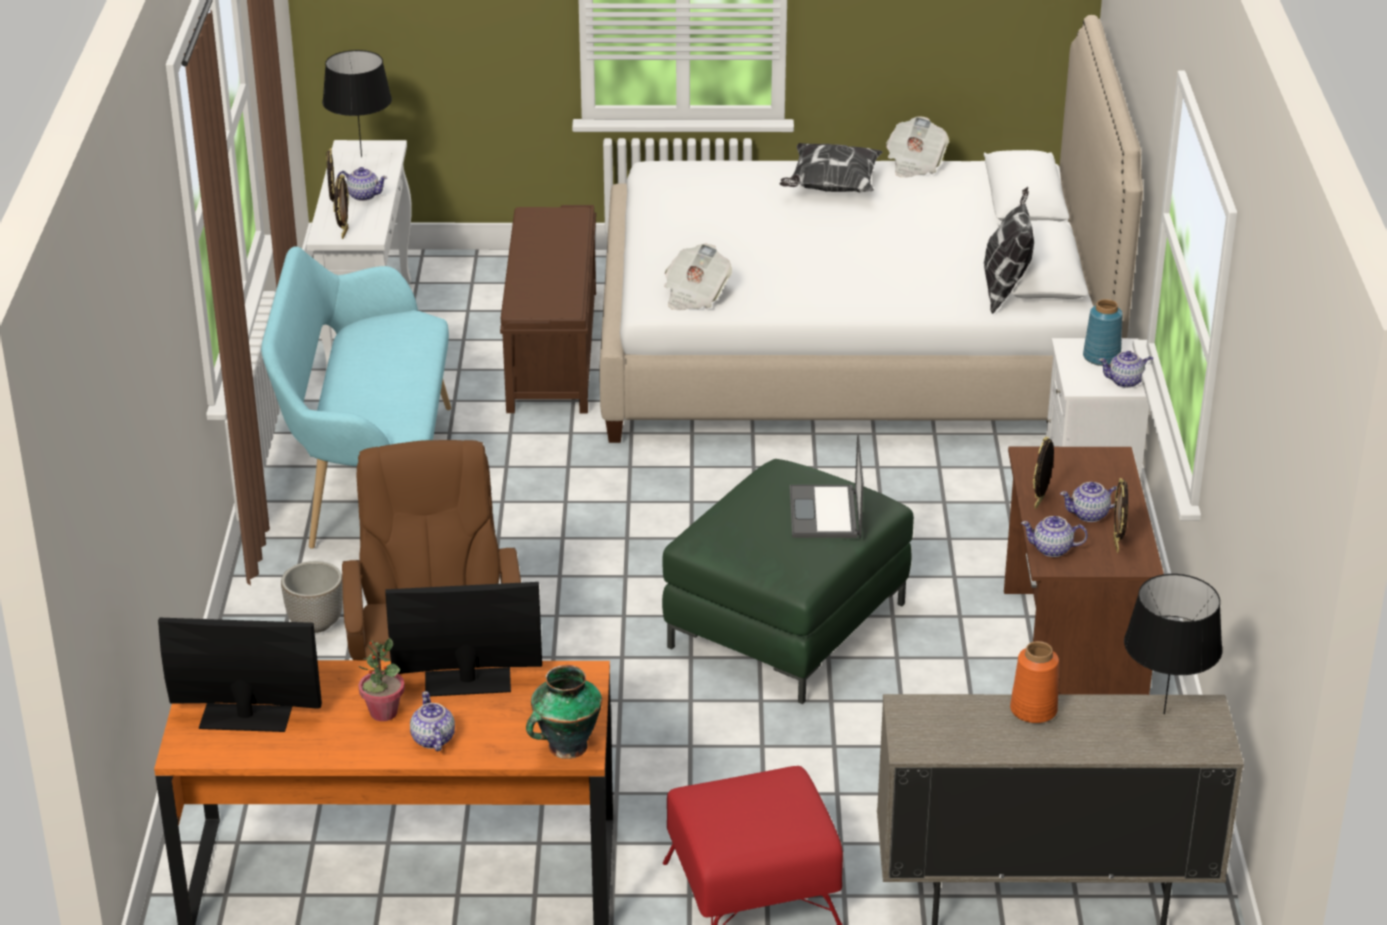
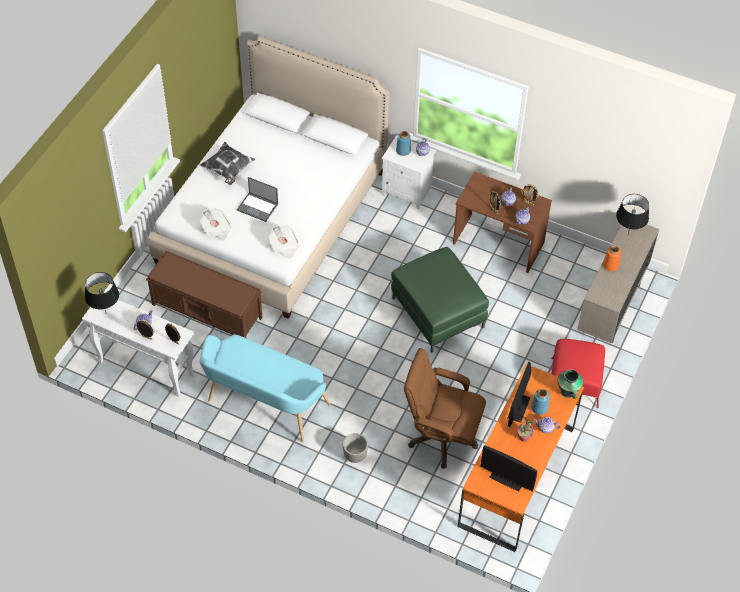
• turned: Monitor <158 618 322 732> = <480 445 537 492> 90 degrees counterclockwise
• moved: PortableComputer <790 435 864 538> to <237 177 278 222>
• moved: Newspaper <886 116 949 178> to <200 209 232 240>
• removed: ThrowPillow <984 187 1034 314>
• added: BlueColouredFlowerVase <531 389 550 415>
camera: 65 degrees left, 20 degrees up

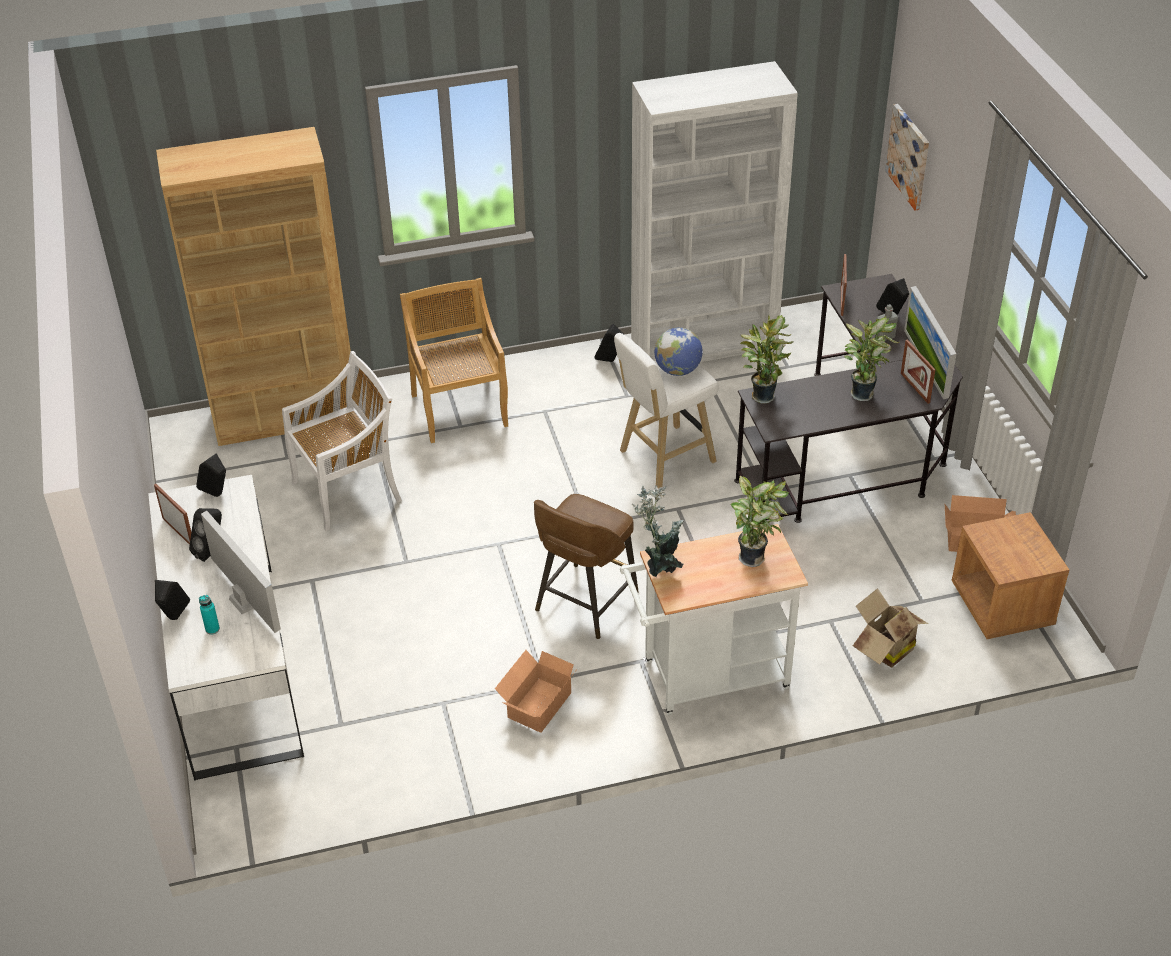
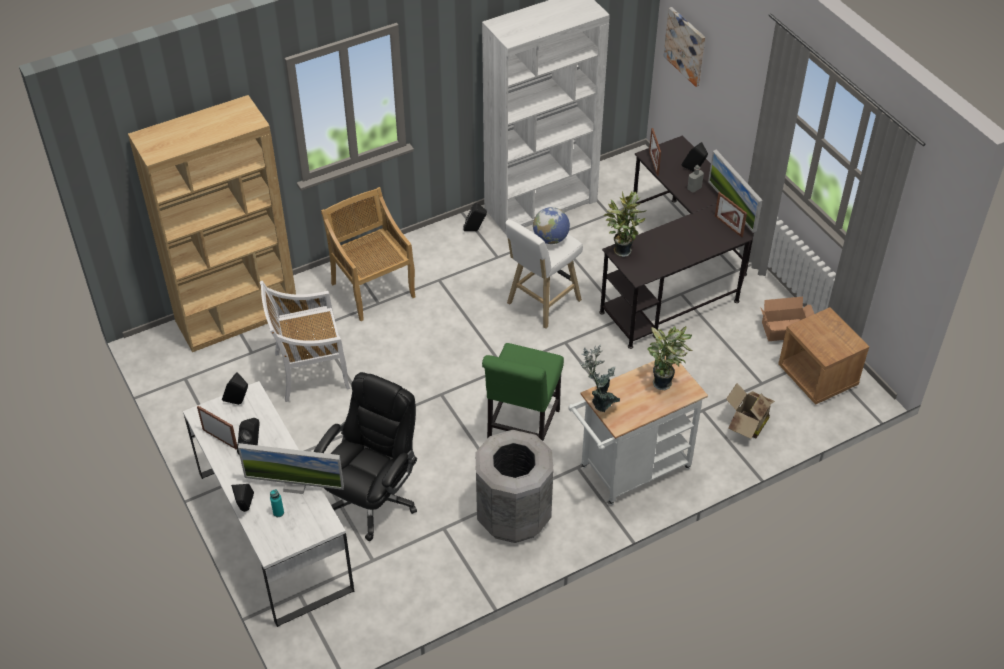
• turned: Monitor <201 511 281 633> = <238 443 344 494> 150 degrees clockwise
• turned: WhiteColouredChair <282 351 402 531> = <260 281 350 402> 150 degrees counterclockwise
• replaced: PackingBox <495 650 575 733> to GreyWasteBin <475 430 553 543>
• replaced: BrownSittingStool <534 494 639 639> to GreenChair <482 343 564 441>
• removed: Houseplant <844 316 899 401>
• added: BlackColouredComputerChair <314 372 417 541>
camera: 15 degrees left, 5 degrees up

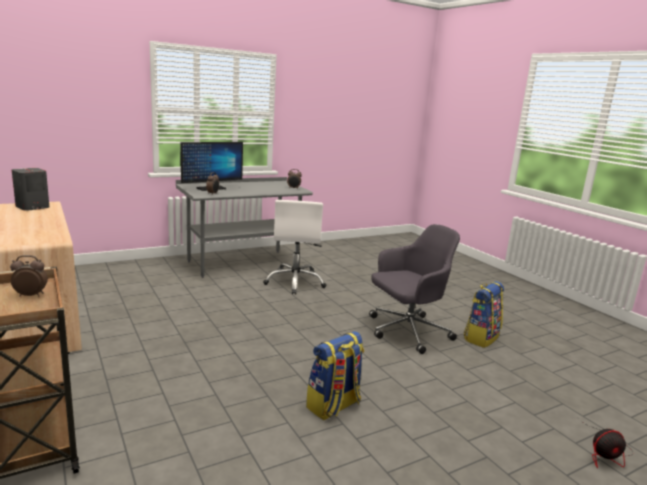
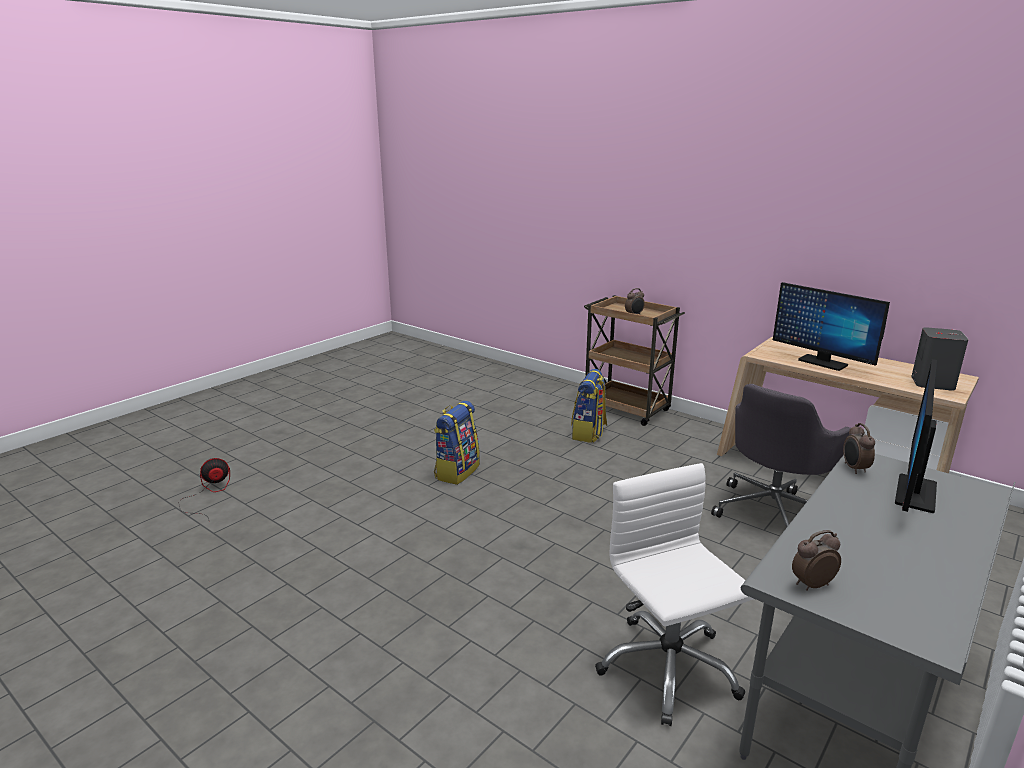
• moved: GreyComputerChair <369 224 460 354> to <711 384 851 528>
• moved: Backpack <464 281 504 348> to <571 369 607 443>
• added: Monitor <773 282 890 371>
camera: 160 degrees right, 5 degrees up

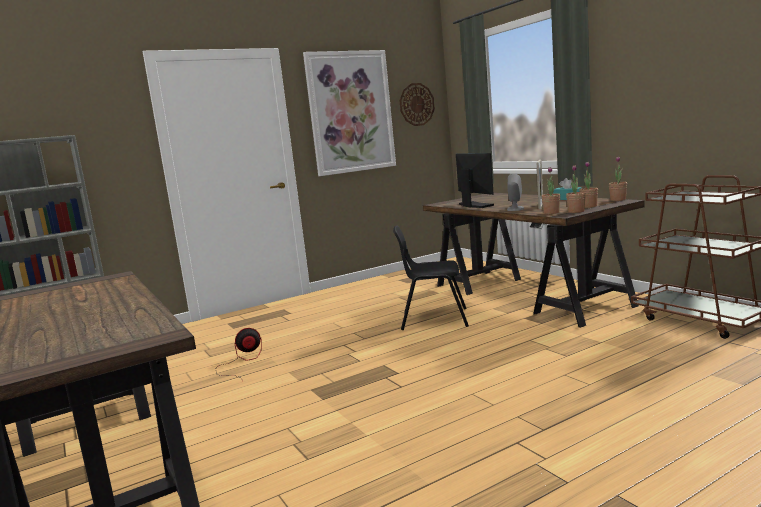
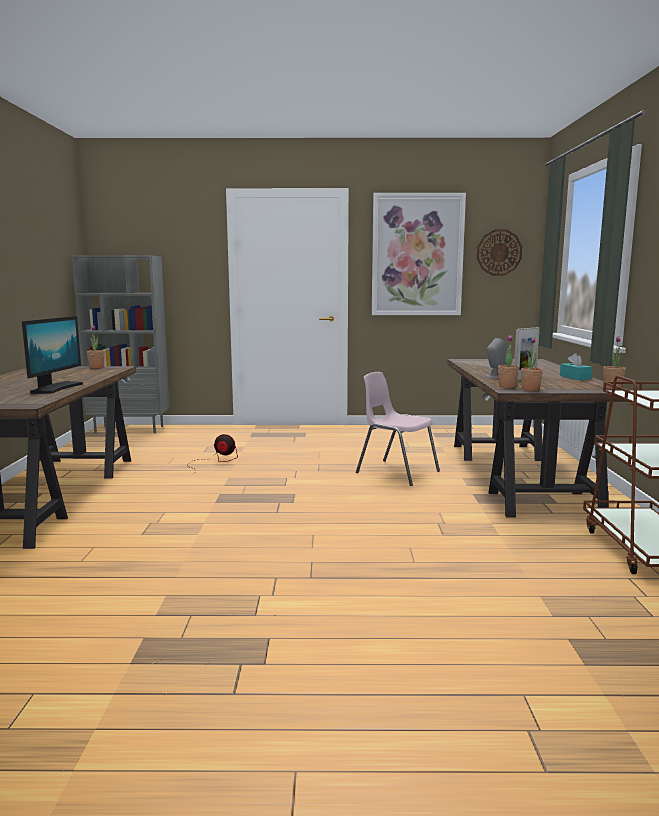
• recoloured: BlackColouredChair <393 226 469 330> to PinkColouredChair <356 372 440 486>
• moved: Monitor <456 153 494 208> to <22 316 83 394>
• moved: Houseplant <579 162 598 208> to <87 326 105 369>
camera: 30 degrees right, 0 degrees up

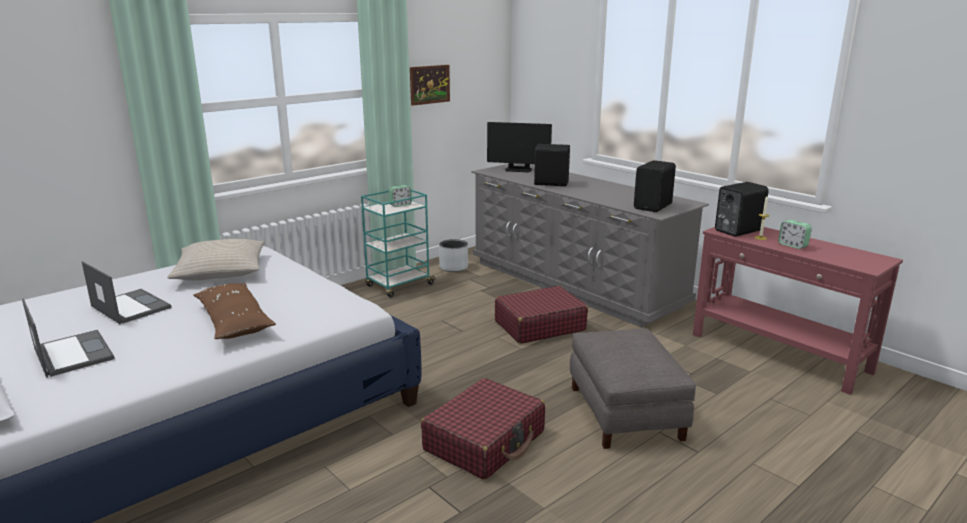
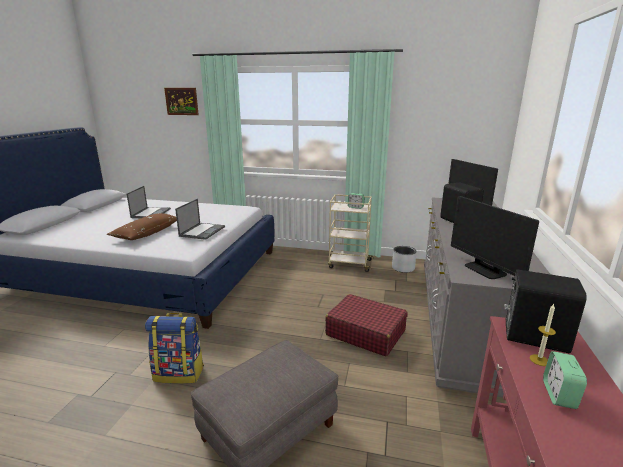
• moved: PortableComputer <22 298 115 378> to <175 199 225 240>
• removed: SandColouredThrowPillow <167 239 265 281>
• recoloured: TurquoiseTrolley <361 190 436 298> to SandColouredTrolley <328 194 374 272>
• moved: Picture <410 65 450 106> to <164 88 199 115>
• replaced: ReddishPieceOfLuggage <421 378 545 480> to Backpack <145 313 204 384>
• replaced: BlackColouredLoudspeaker <634 160 676 212> to Monitor <451 196 539 279>
camera: 55 degrees right, 0 degrees up

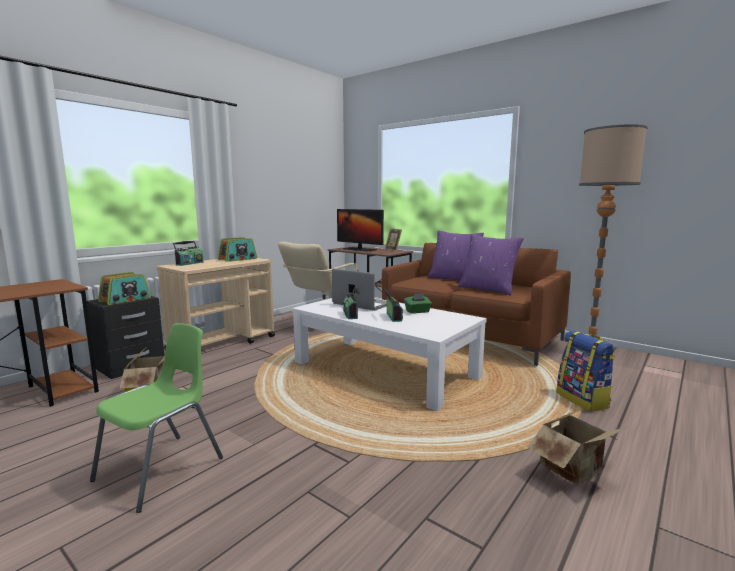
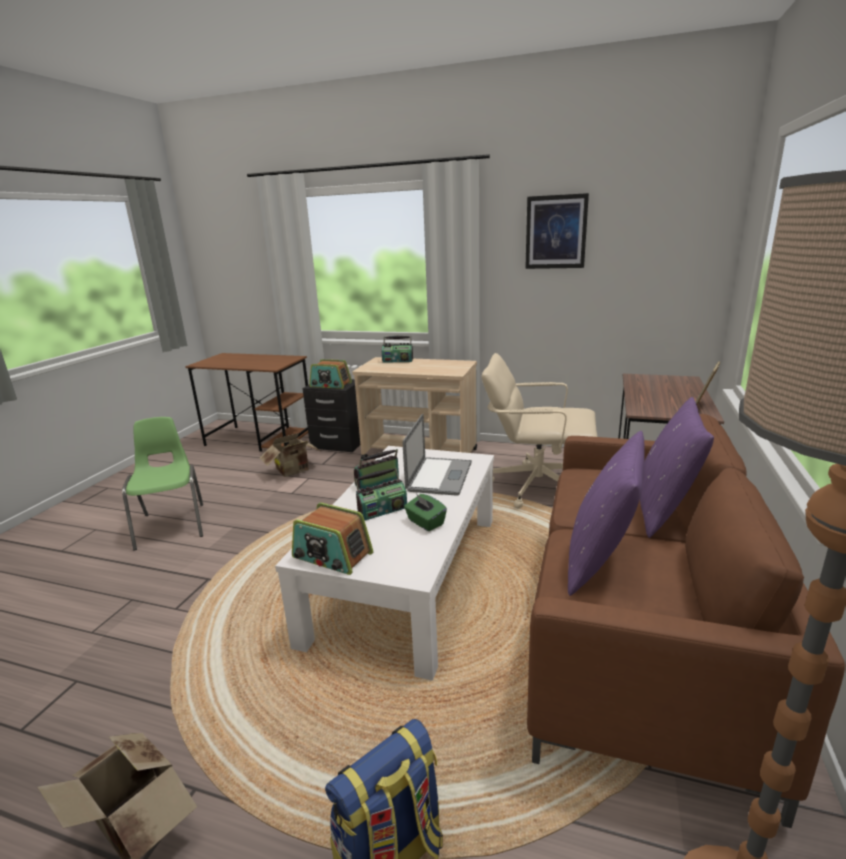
• turned: GreenChair <90 323 223 513> = <122 417 203 551> 120 degrees counterclockwise
• moved: RadioReceiver <218 237 257 262> to <292 503 373 575>
• removed: Monitor <337 209 384 252>
• added: Picture <525 193 589 269>
camera: 70 degrees right, 10 degrees up

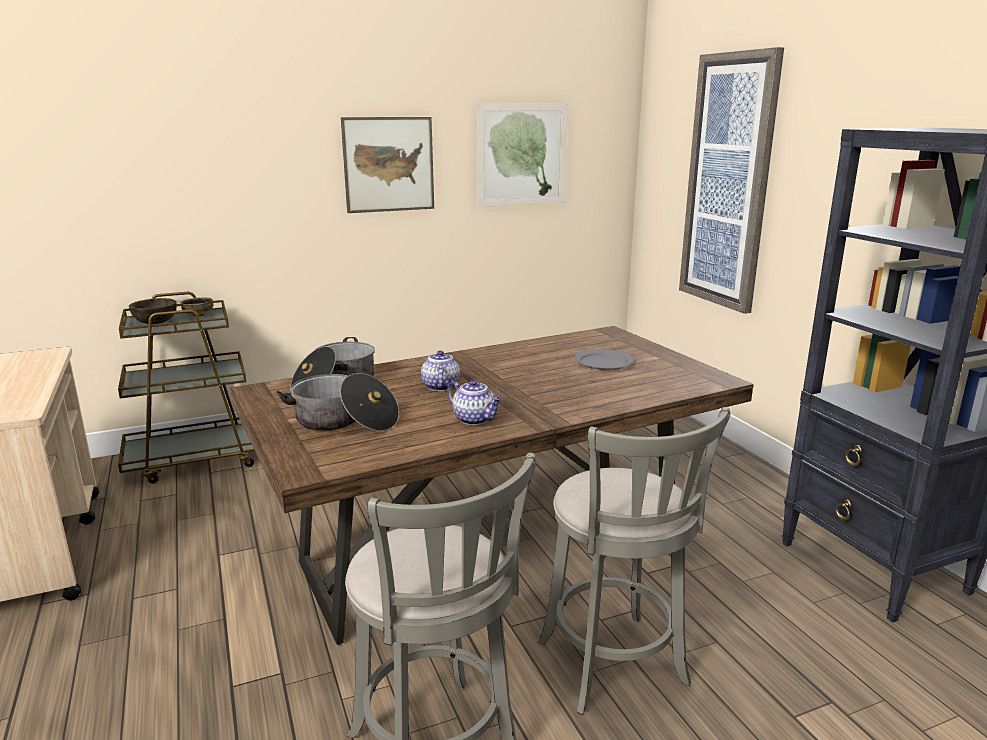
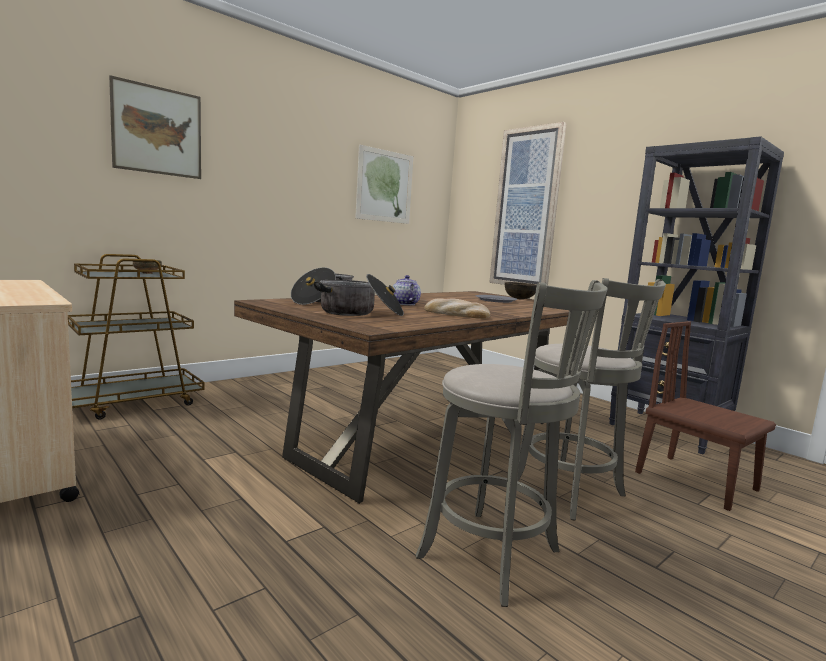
• moved: BrownDeepDish <129 298 176 324> to <505 282 537 299>
• moved: Picture <341 117 434 213> to <109 75 201 179>
• replaced: TeaPot <447 380 502 425> to BakedBread <424 298 490 319>
• added: BrownChair <635 321 776 511>
camera: 20 degrees left, 10 degrees down

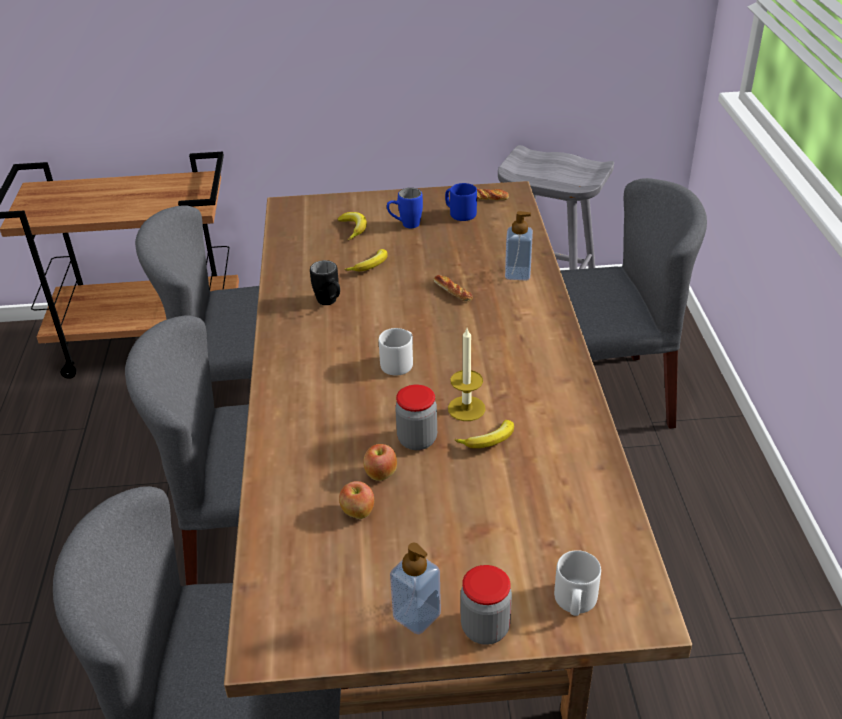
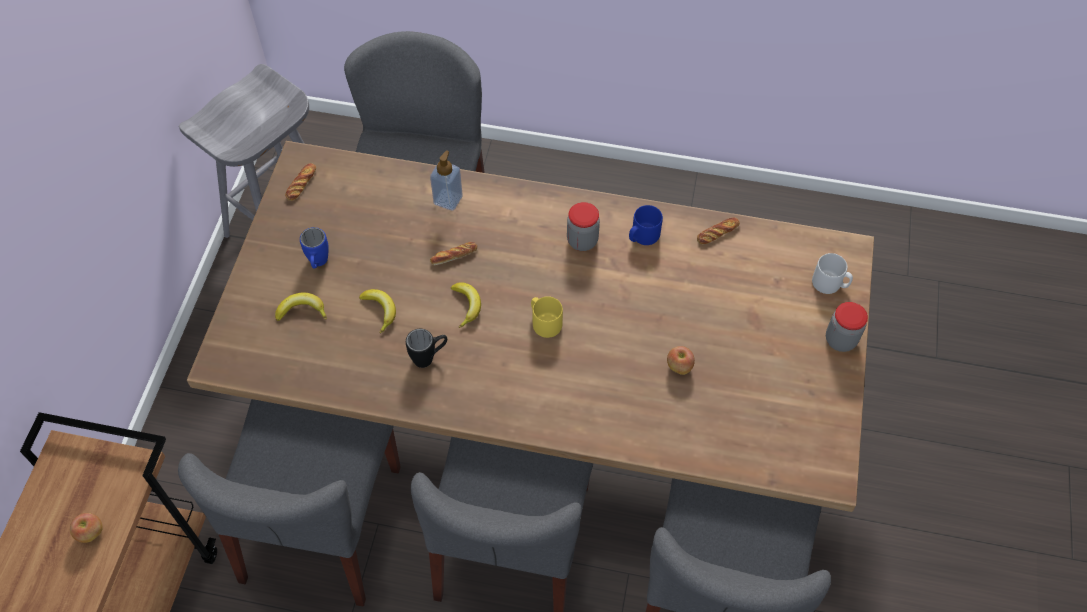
• moved: Apple <339 481 374 519> to <70 513 103 543>
• recoloured: GreyMug <379 328 413 376> to YellowColouredMug <531 296 563 338>
• removed: SoapDispenser <390 543 441 635>
• moved: StorageJar <395 385 437 450> to <567 202 600 251>
• moved: BlueColouredMug <445 183 477 221> to <629 205 663 245>
• removed: Candle <448 328 485 421>
• moved: BananaFruit <455 420 514 448> to <451 282 481 328>
• added: BakedBread <697 217 740 245>
camera: 75 degrees left, 20 degrees up

